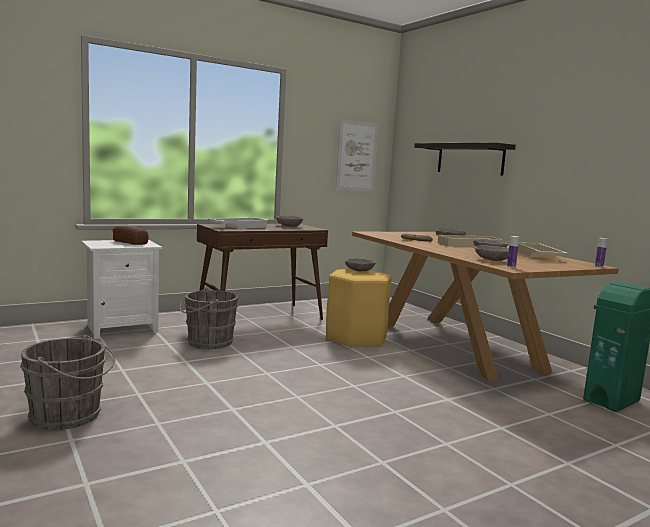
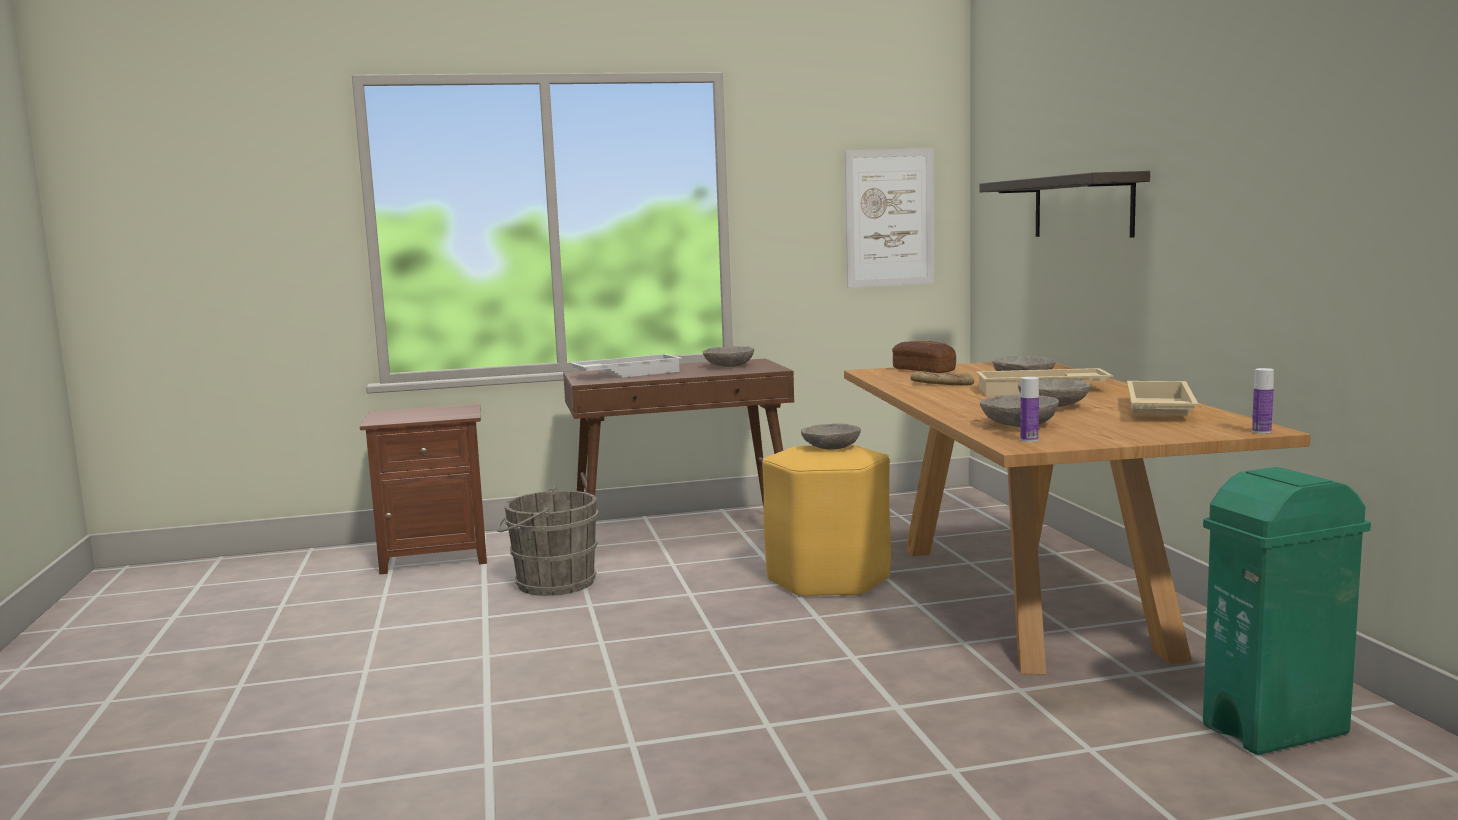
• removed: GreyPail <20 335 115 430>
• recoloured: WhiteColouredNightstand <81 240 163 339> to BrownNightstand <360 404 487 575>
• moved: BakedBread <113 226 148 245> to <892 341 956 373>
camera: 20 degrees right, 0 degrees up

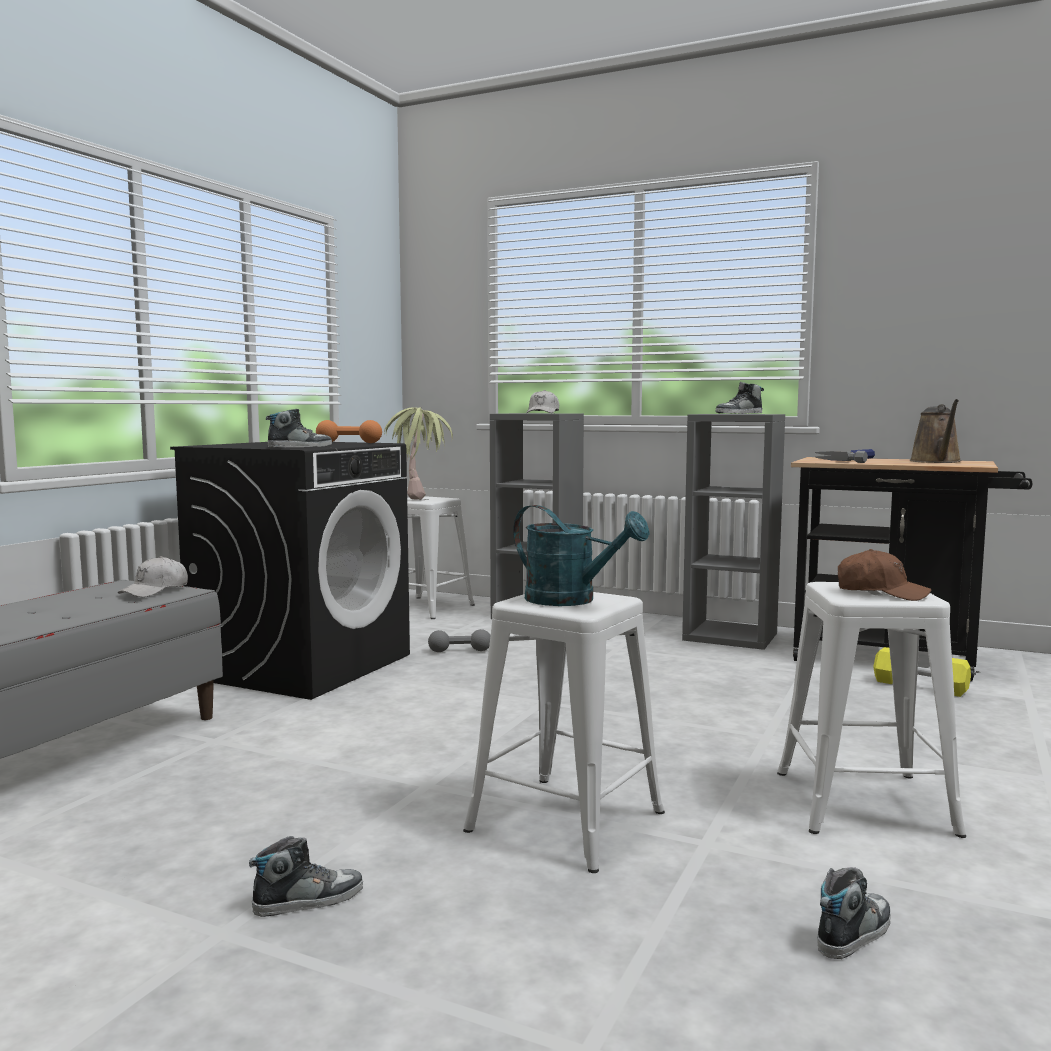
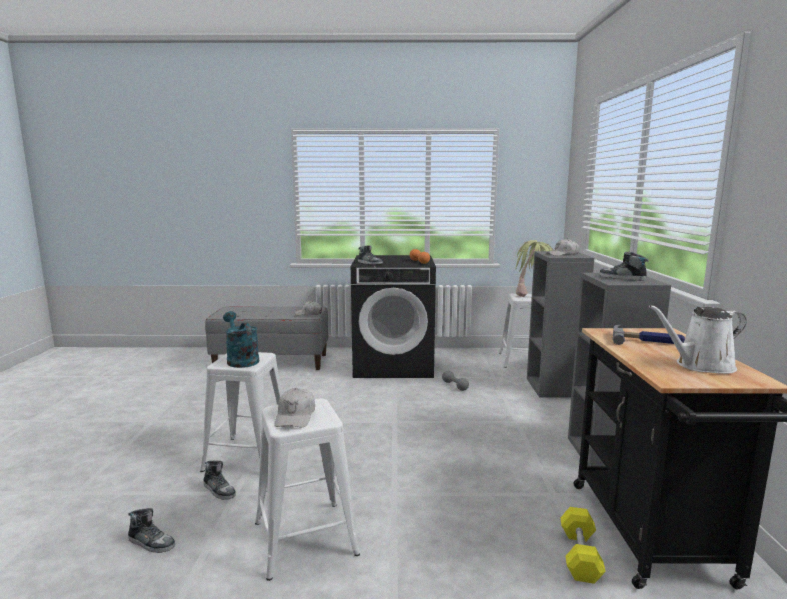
• moved: ItemOfFootwear <249 836 363 917> to <203 461 236 500>
• turned: TurquoiseSprinklingCan <513 505 650 606> = <223 311 259 368> 135 degrees clockwise
• recoloured: BrownPeakedCap <838 549 931 601> to WhiteColouredPeakedCap <274 388 315 427>
• recoloured: BrownSprinklingCan <910 399 962 463> to WhiteColouredSprinklingCan <649 305 747 374>
camera: 65 degrees right, 5 degrees up

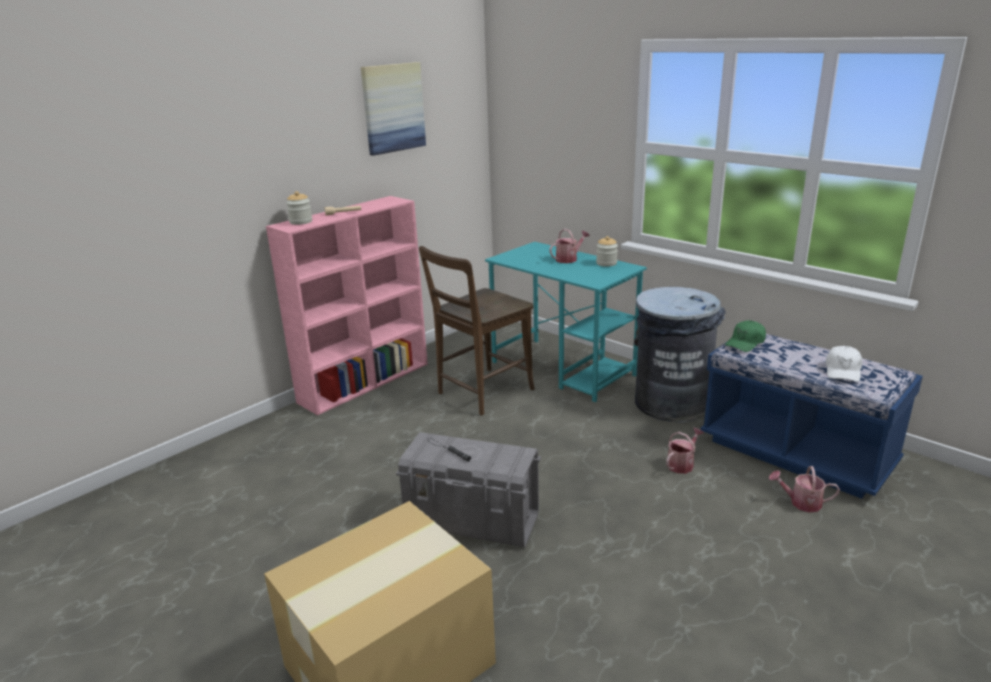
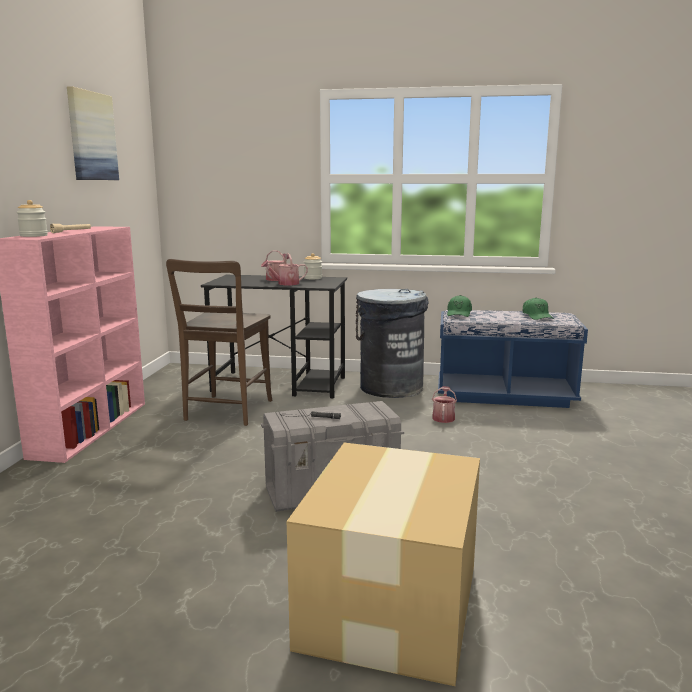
• recoloured: TurquoiseDeskUnit <485 242 647 402> to BlackColouredDeskUnit <201 275 347 398>
• moved: SprinklingCan <769 466 840 512> to <261 253 308 285>
• recoloured: WhiteColouredPeakedCap <825 346 863 382> to GreenPeakedCap <523 297 554 320>
camera: 35 degrees left, 10 degrees down

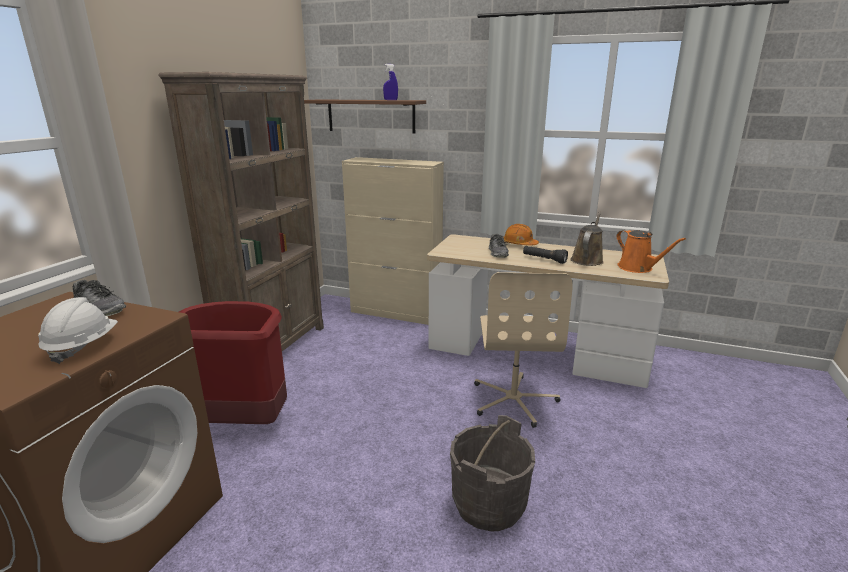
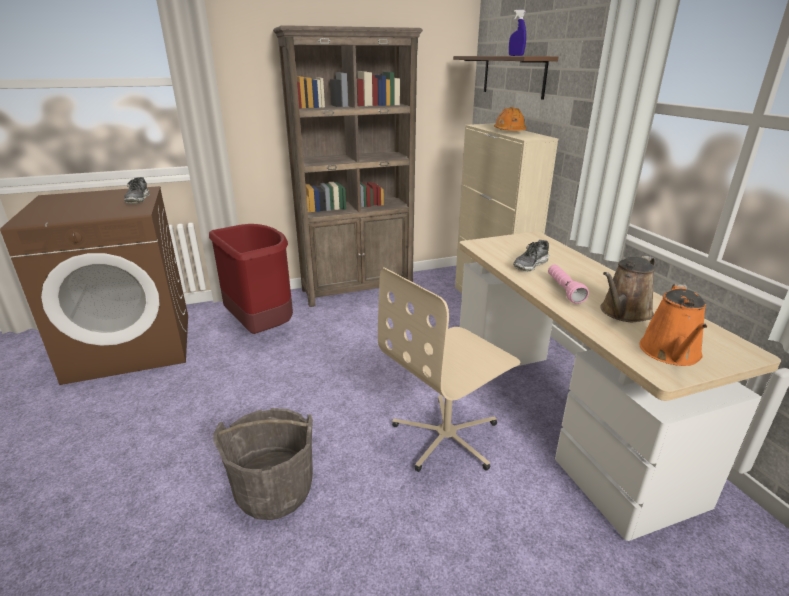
• removed: WhiteColouredWorkHelmet <38 297 118 364>
• moved: OrangeColouredWorkHelmet <504 224 539 246> to <494 107 526 131>
• recoloured: BlackColouredTorch <523 246 568 264> to PinkColouredTorch <548 264 589 304>
• turned: BrownSprinklingCan <570 212 604 266> = <600 255 655 323> 150 degrees clockwise
camera: 50 degrees right, 5 degrees up

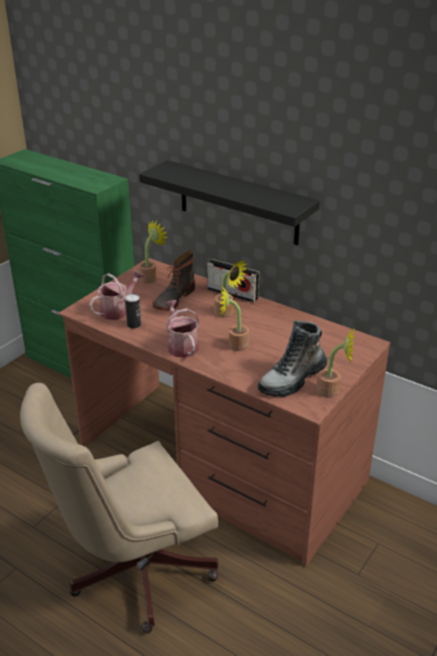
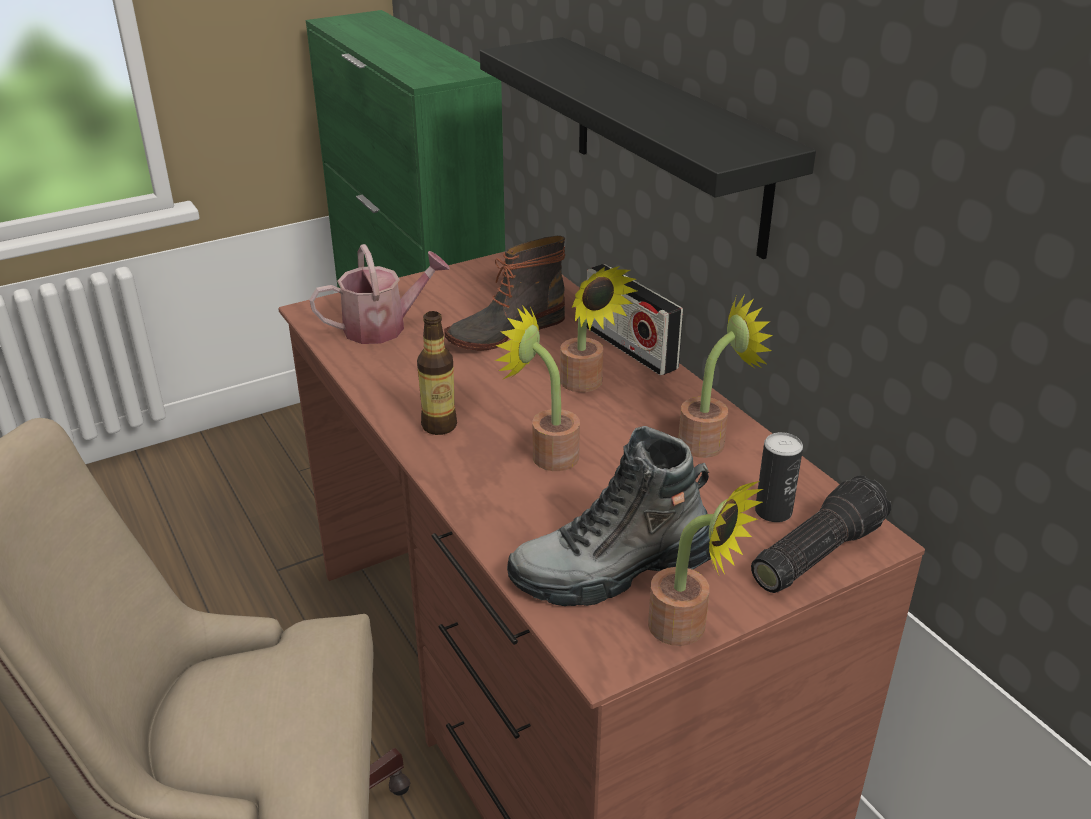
• moved: Can <125 294 141 329> to <755 432 803 522>
• moved: Houseplant <138 220 168 284> to <678 293 773 458>
• replaced: SprinklingCan <164 300 200 358> to Bottle <417 311 457 435>
• added: Torch <751 475 891 593>
camera: 25 degrees right, 0 degrees up

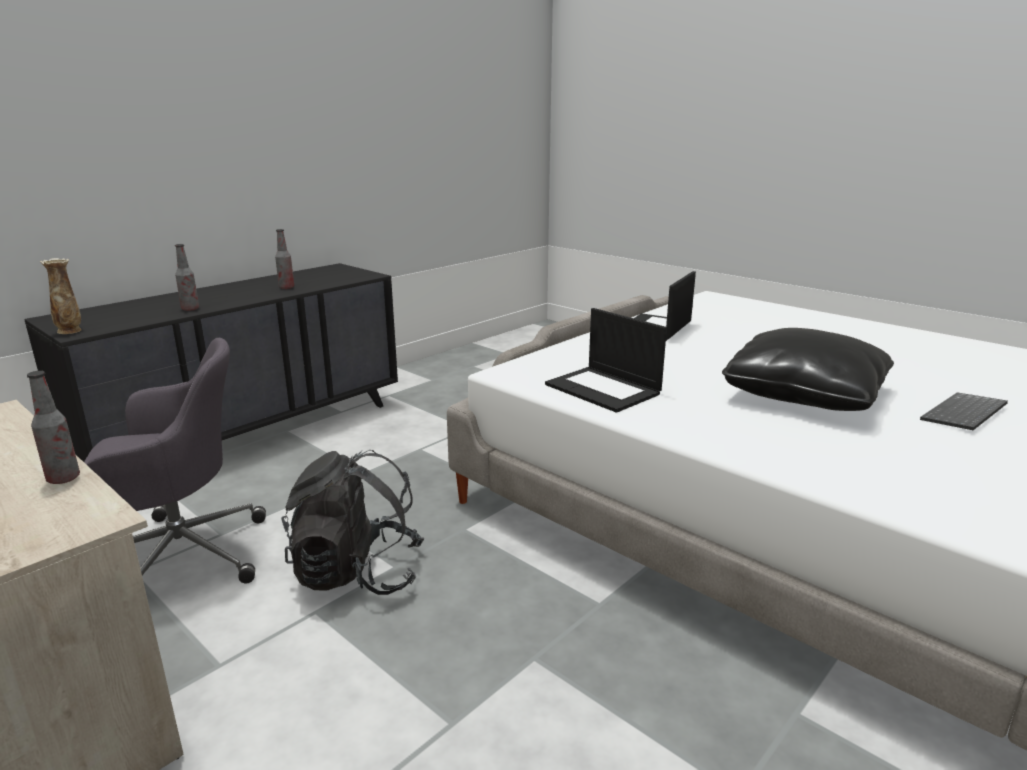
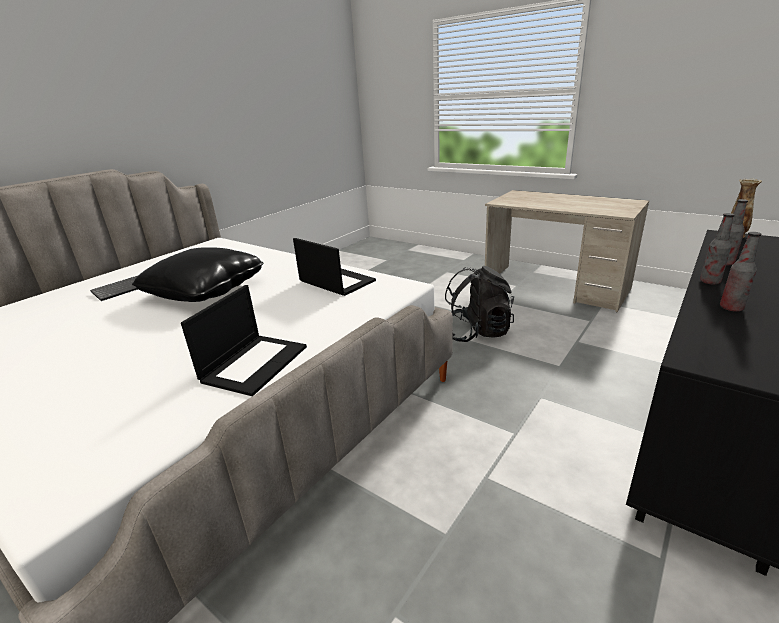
• moved: Bottle <27 371 80 484> to <700 213 735 285>
• removed: GreyComputerChair <84 338 266 583>
camera: 175 degrees right, 5 degrees up

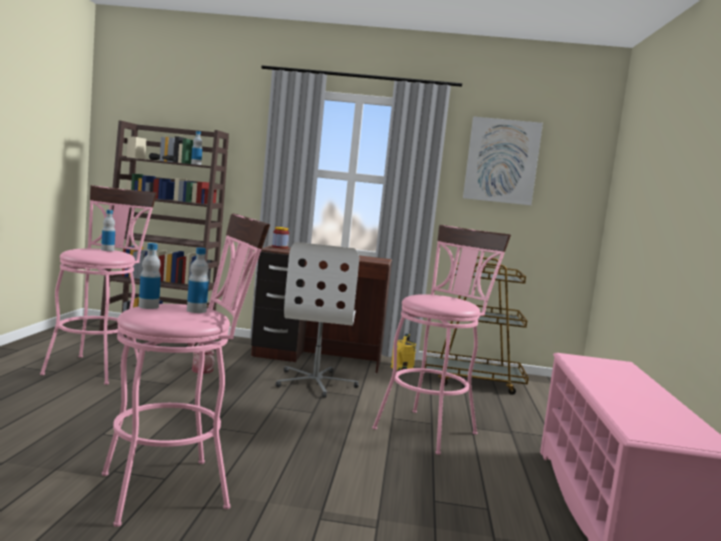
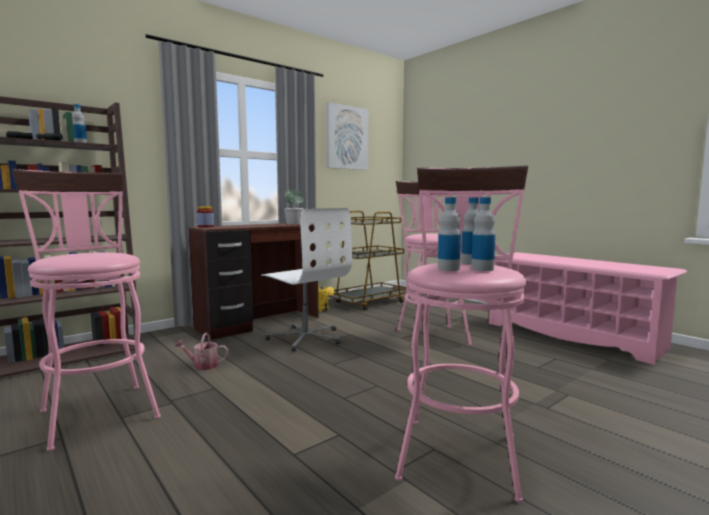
• moved: Bottle <101 210 115 251> to <471 197 495 271>
• added: Houseplant <284 188 304 224>
camera: 45 degrees left, 0 degrees up

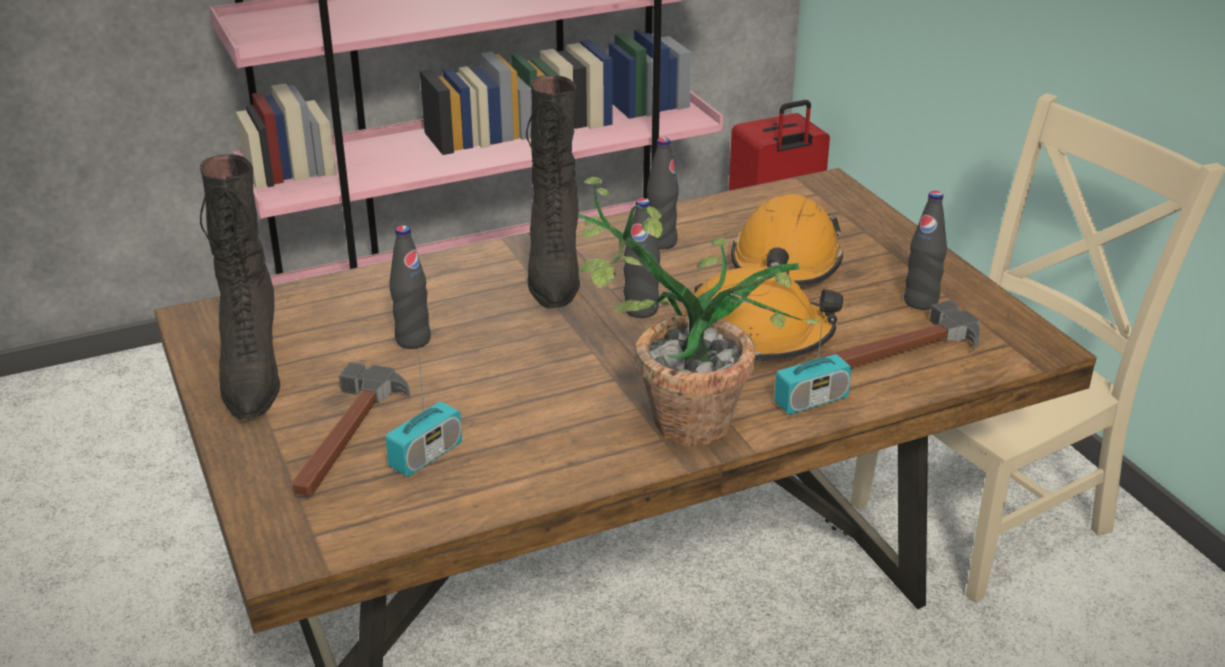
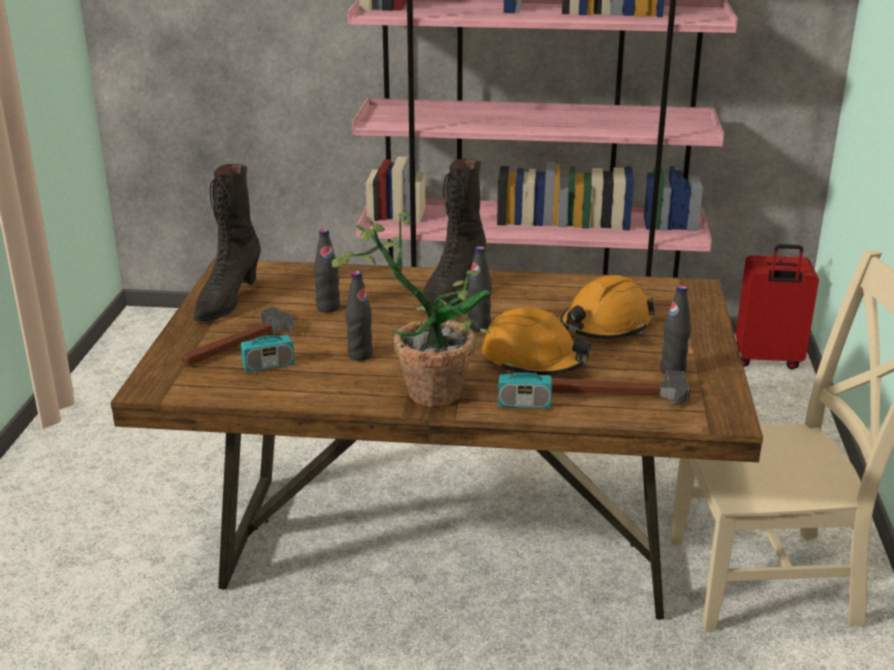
• moved: BlackColouredBottle <647 137 679 249> to <345 271 373 361>
camera: 30 degrees right, 5 degrees down

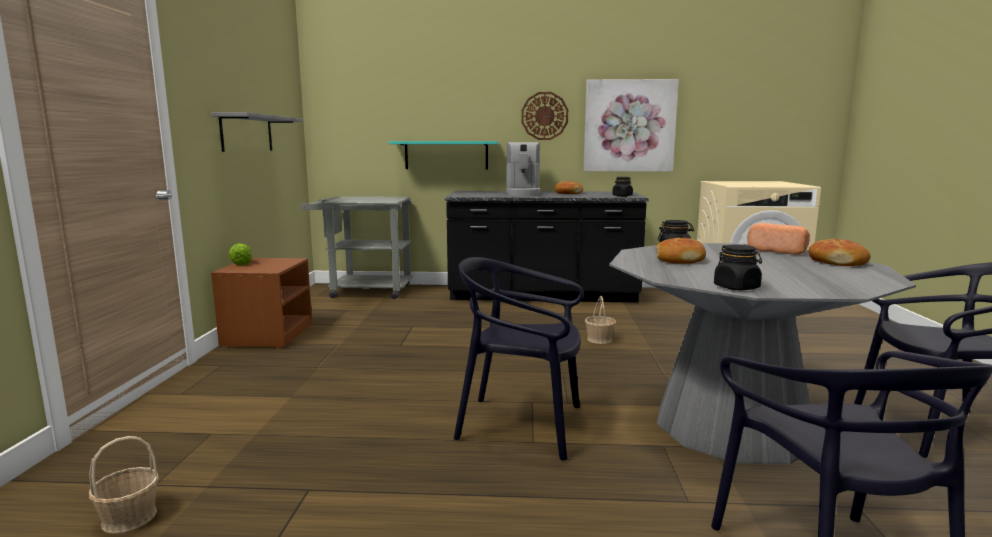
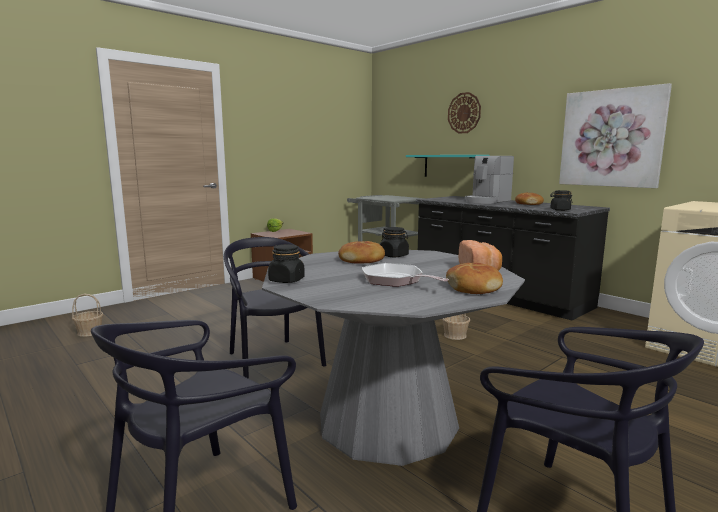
• removed: GreyBracketShelf <211 112 304 152>
• moved: WallClock <521 92 568 140> to <448 92 481 134>
• added: Skillet <362 263 449 287>
camera: 45 degrees right, 0 degrees up

